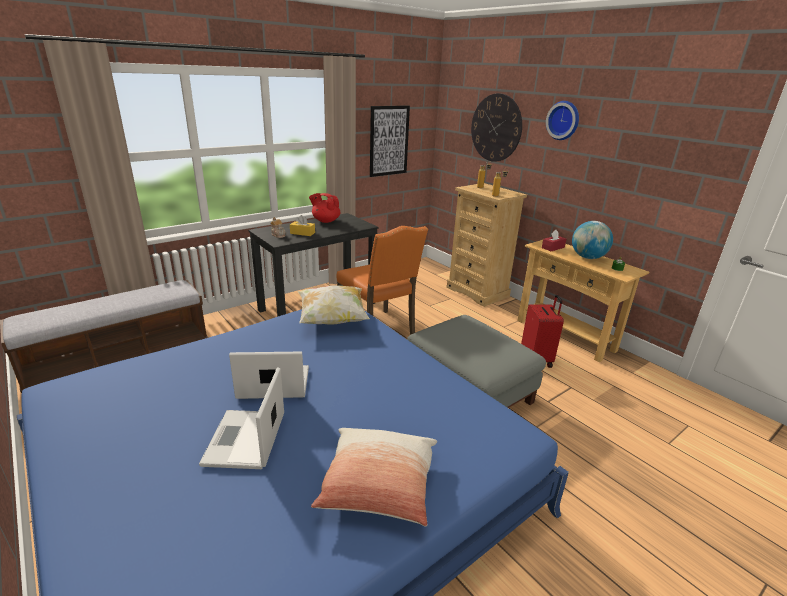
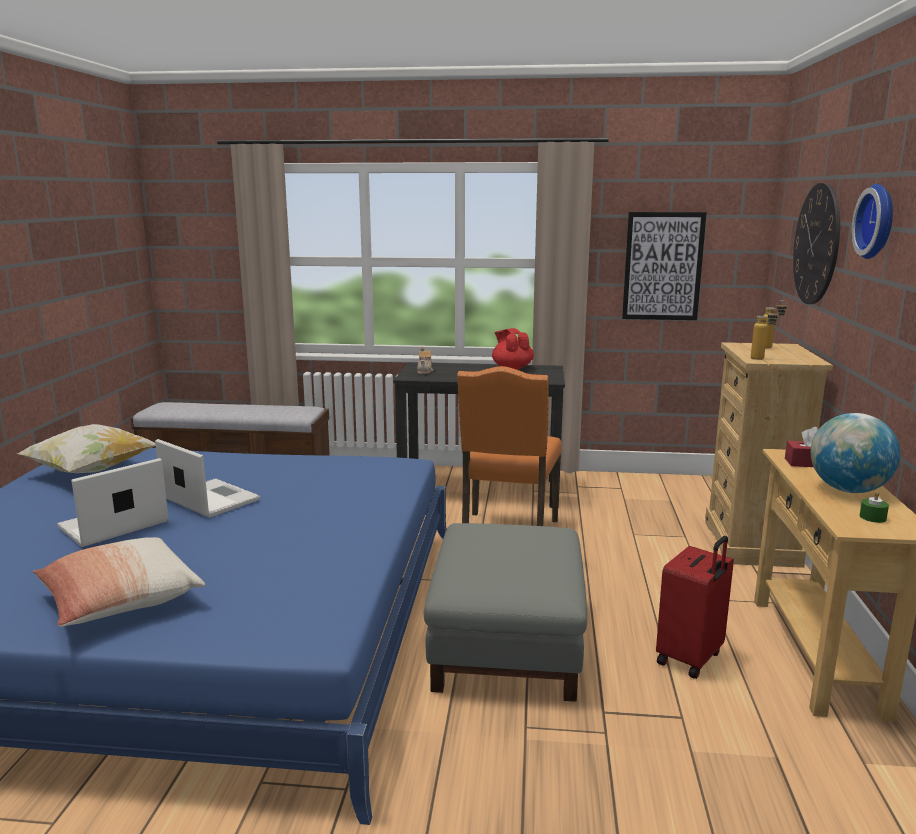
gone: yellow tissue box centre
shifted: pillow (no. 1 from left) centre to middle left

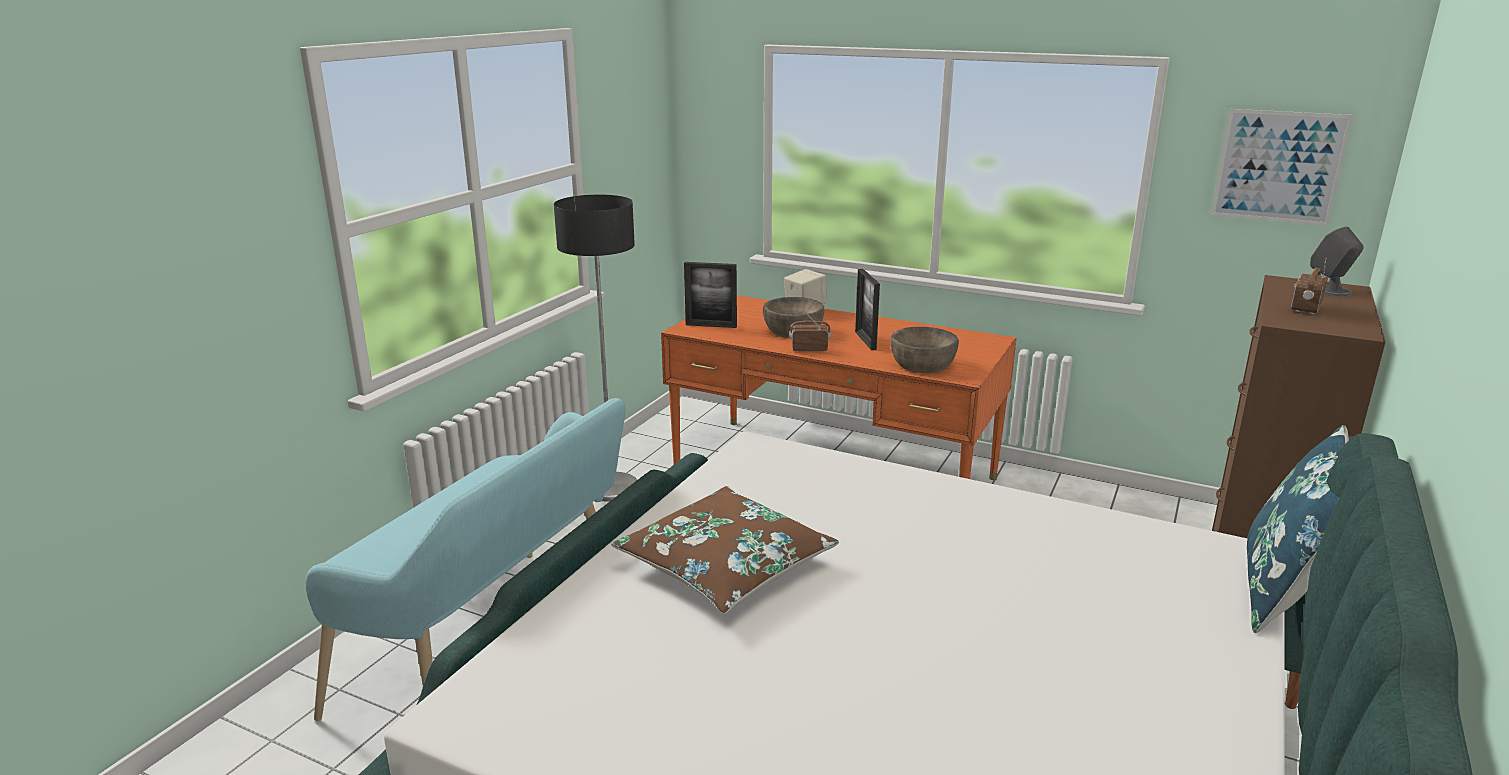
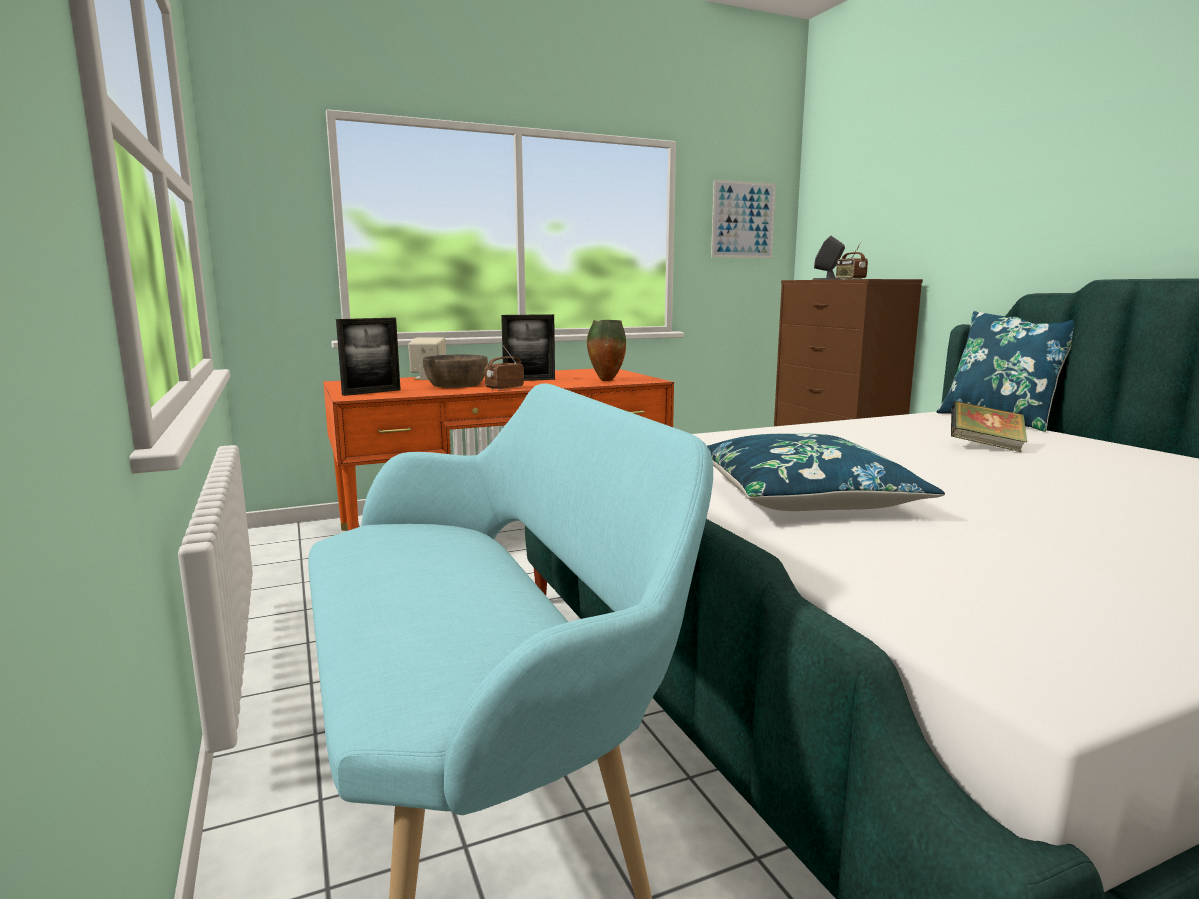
gone: floor lamp centre
new: book middle right
swapped: brown bowl (no. 2 from left) centre to vase centre
repainted: brown pillow bottom centre to blue pillow (no. 1 from left) middle right
rotated: picture frame (no. 2 from left) centre = centre 45 degrees counterclockwise

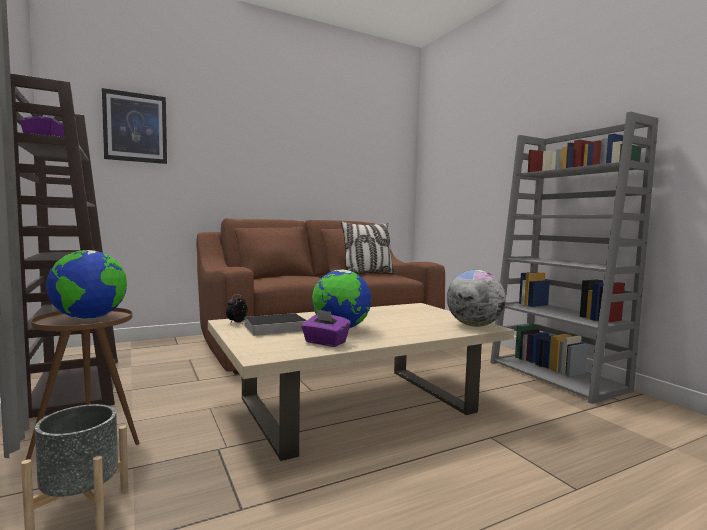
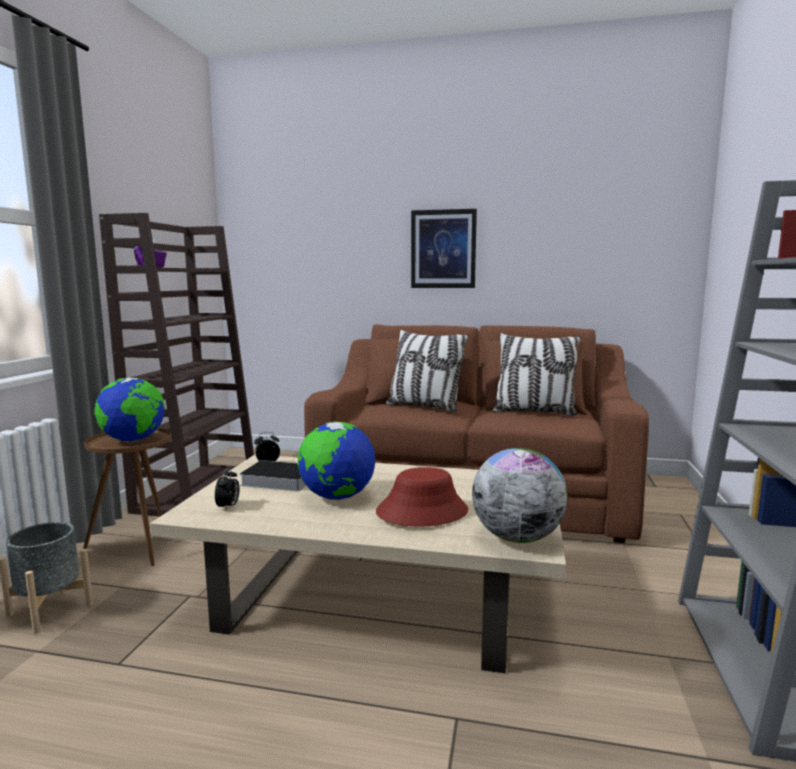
gone: purple tissue box (no. 2 from left) centre
new: pillow (no. 1 from left) centre; red hat centre; alarm clock (no. 1 from left) middle left
shifted: picture top left to top centre

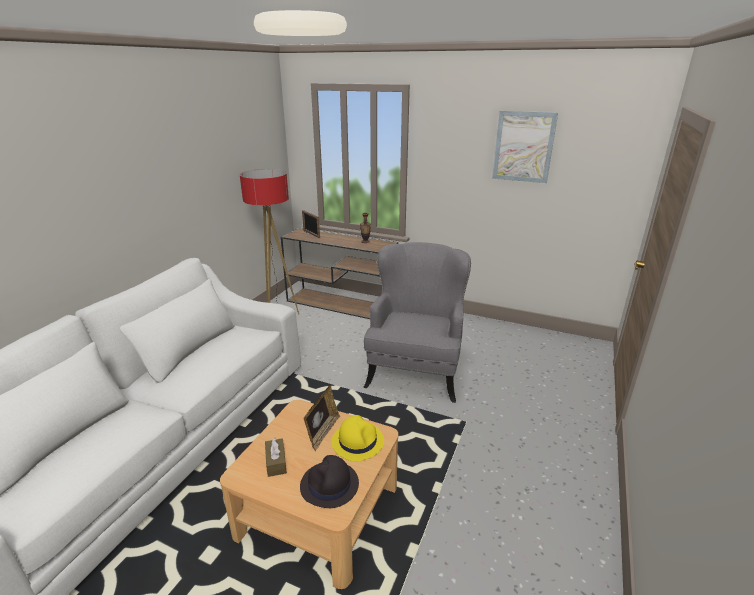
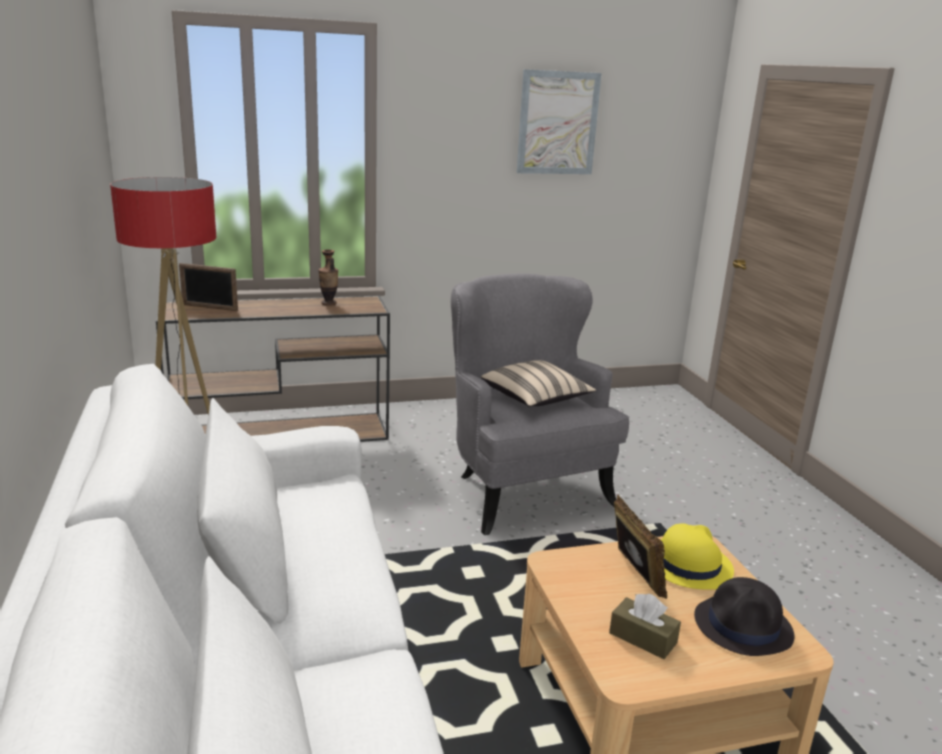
new: beige pillow centre

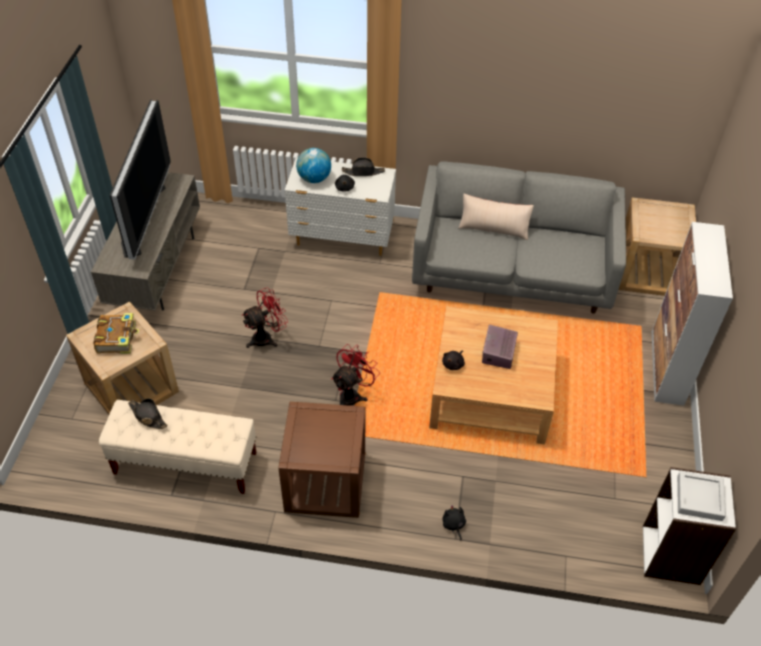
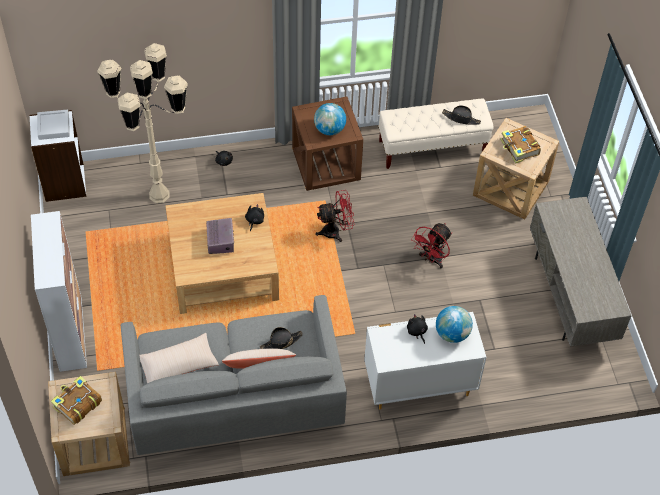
gone: television top left
new: beige floor lamp top left; globe (no. 1 from left) top centre; beige pillow (no. 1 from left) bottom left; book (no. 1 from left) bottom left
shifted: black hat (no. 2 from left in the first image) top centre to black hat (no. 1 from left) bottom centre
rotated: red fan (no. 2 from left in the first image) centre = centre 120 degrees counterclockwise

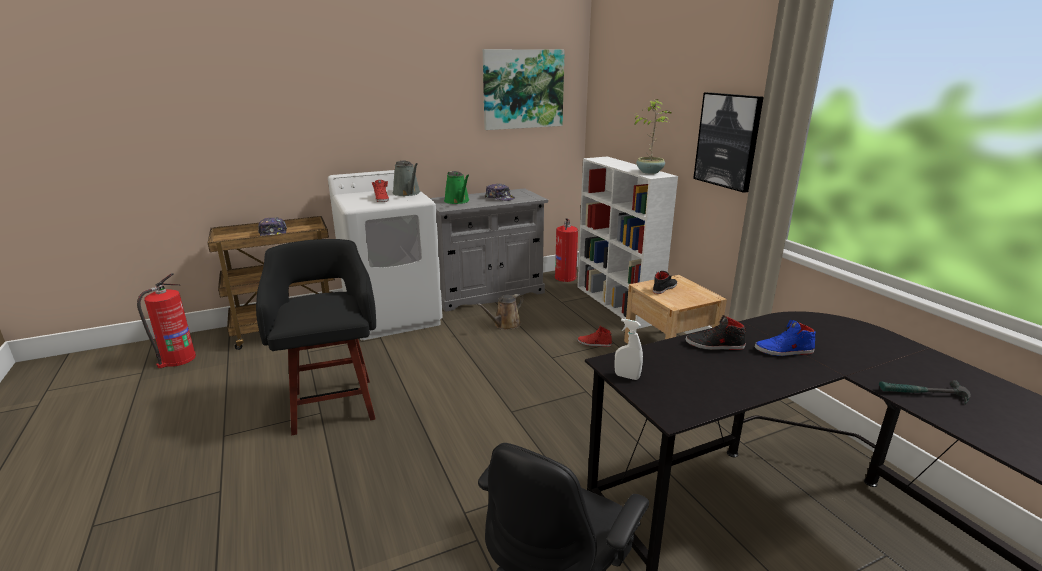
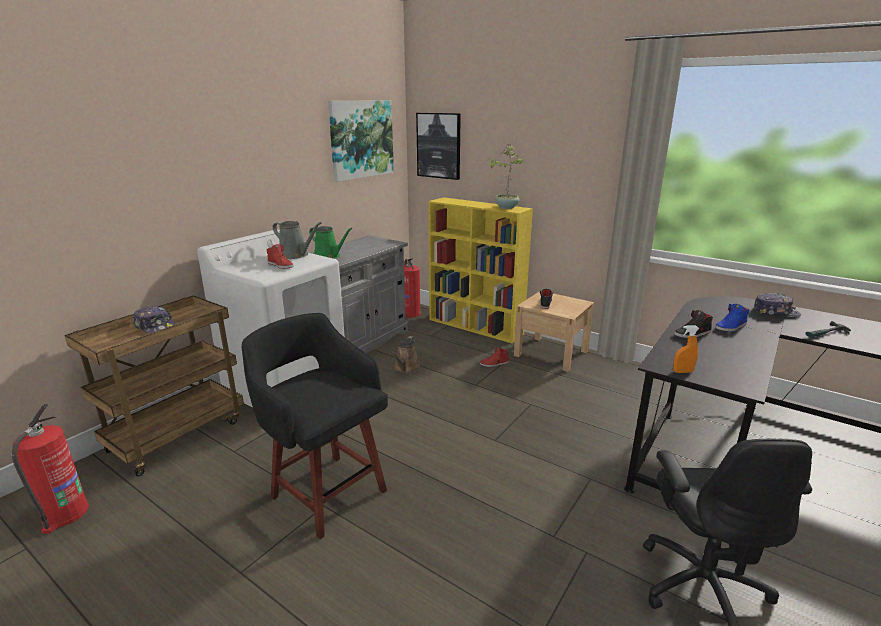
shifted: picture (no. 2 from left) top right to top centre; cap (no. 2 from left) centre to middle right
repainted: white bookcase centre to yellow bookcase centre; white spray bottle centre to orange spray bottle middle right

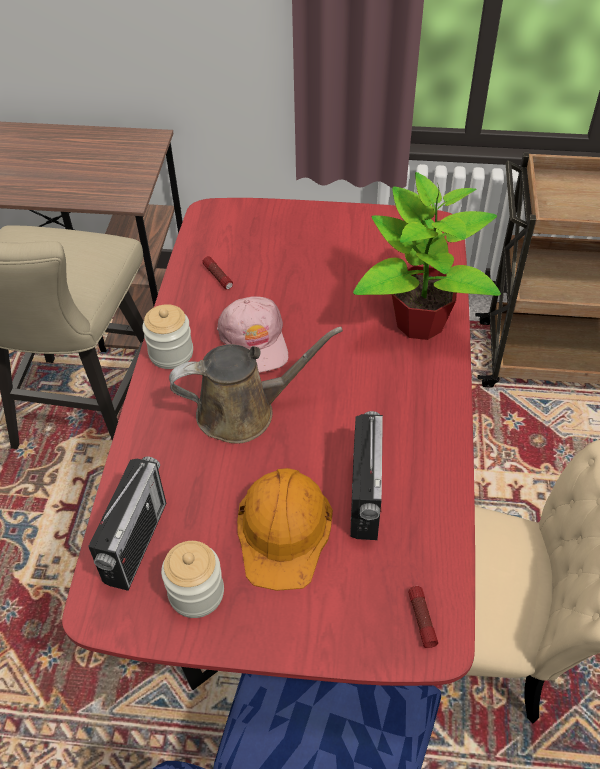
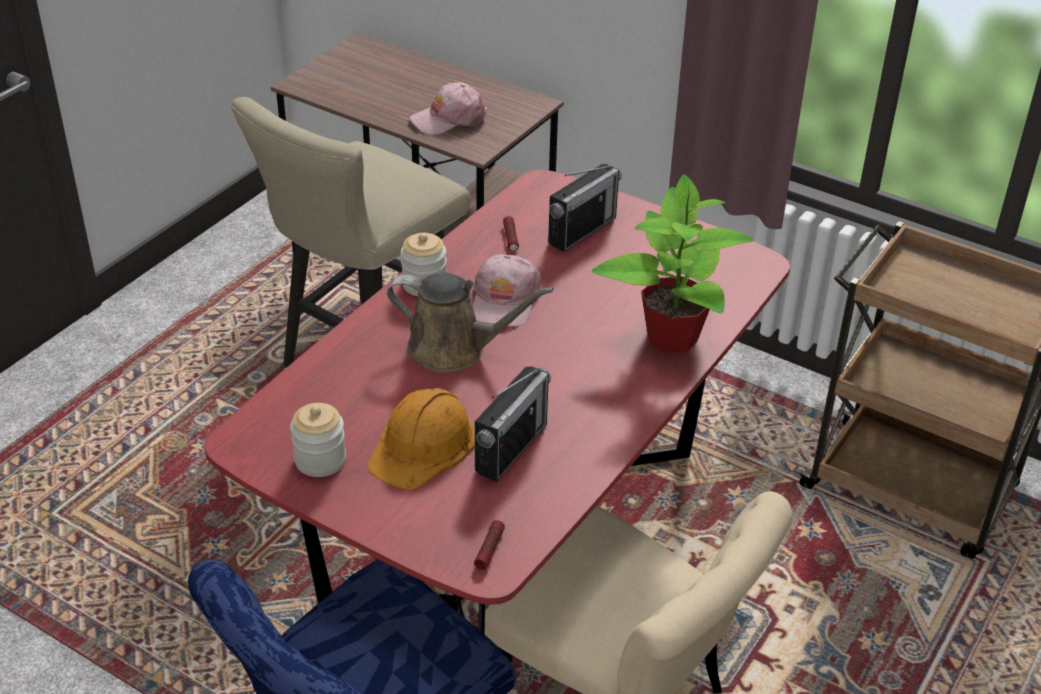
new: pink cap (no. 1 from left) top centre
shifted: radio (no. 1 from left in the first image) bottom left to radio (no. 2 from left) top centre

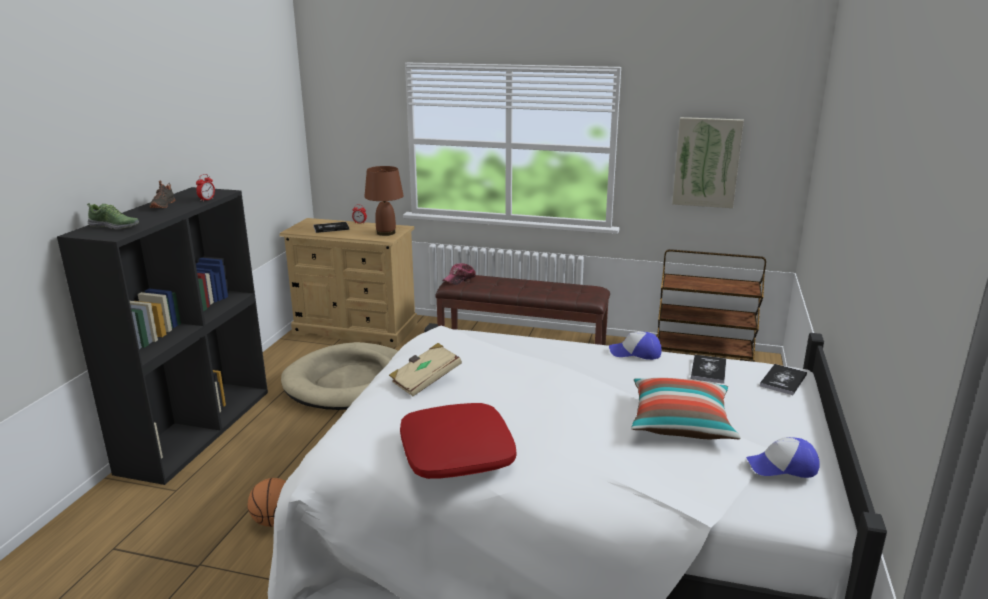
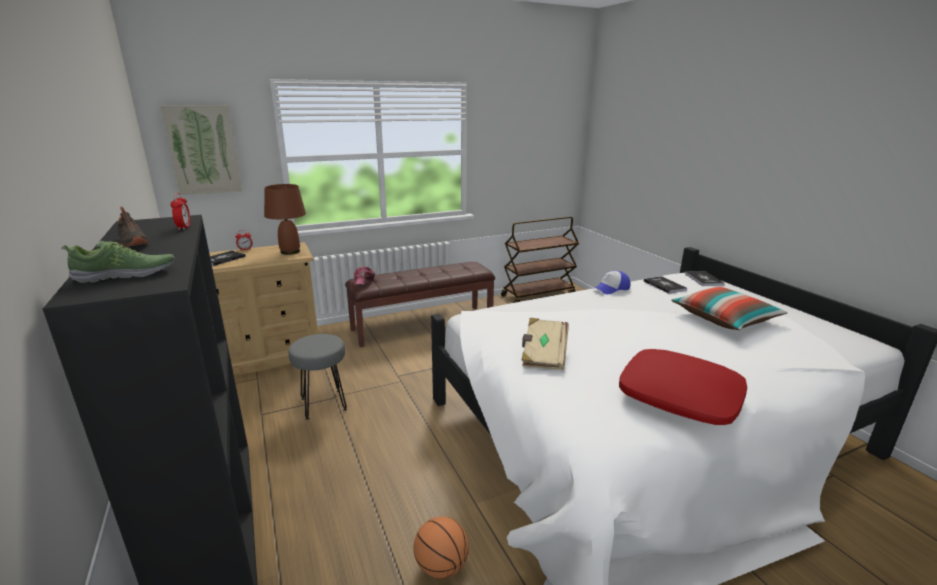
gone: cap (no. 3 from left) bottom right
shifted: picture top right to top left
swapped: beige dog bed centre to grey stool centre

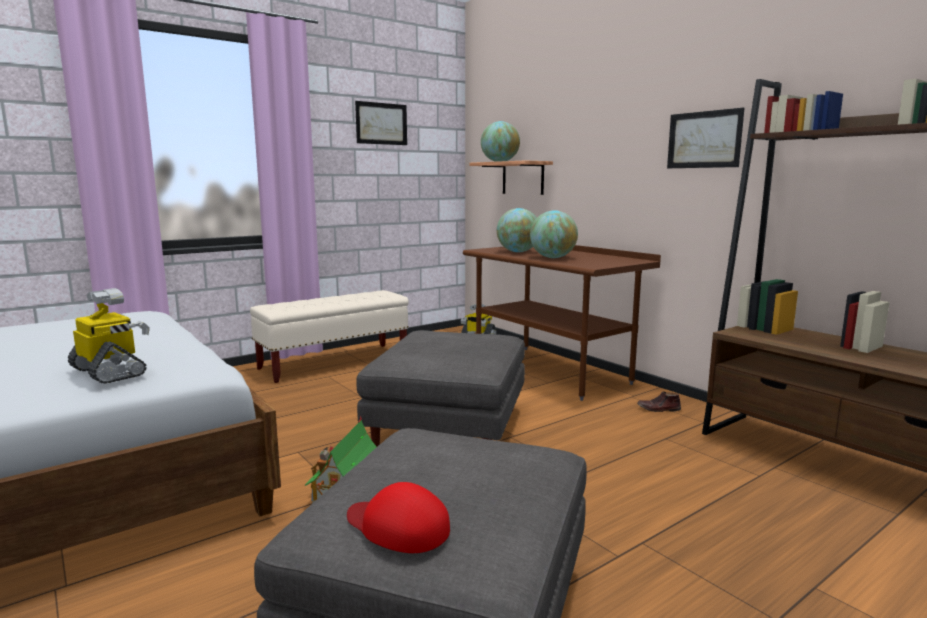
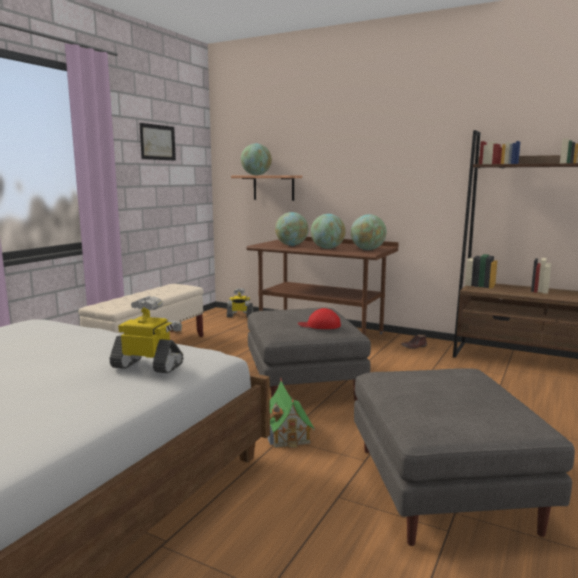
gone: picture (no. 2 from left) top right
new: globe (no. 4 from left) centre
shifted: red cap bottom centre to centre

